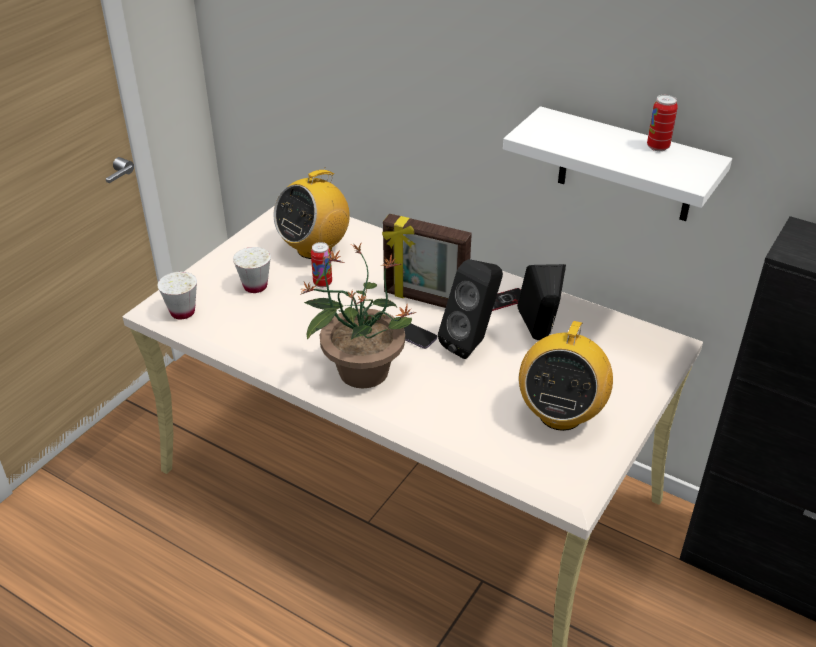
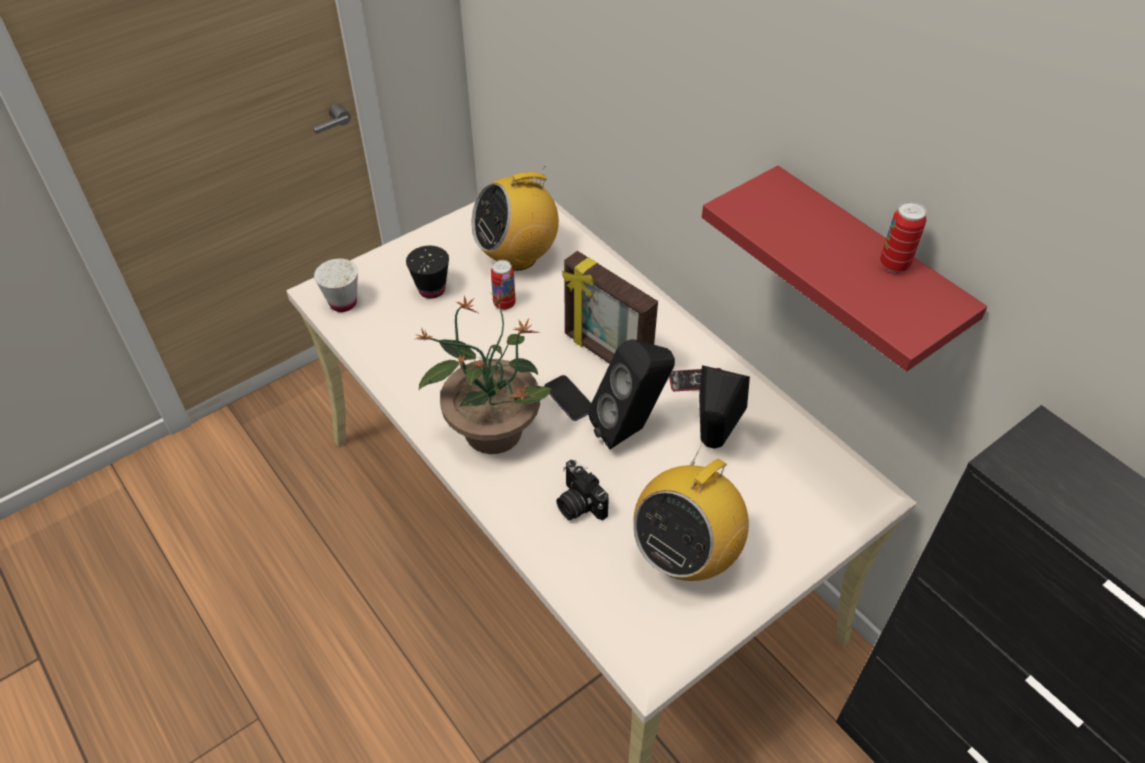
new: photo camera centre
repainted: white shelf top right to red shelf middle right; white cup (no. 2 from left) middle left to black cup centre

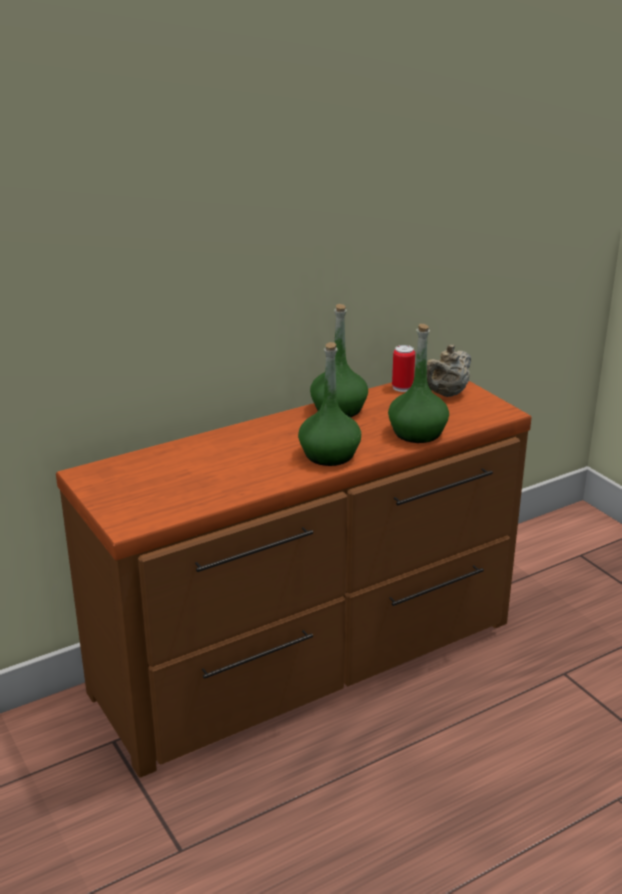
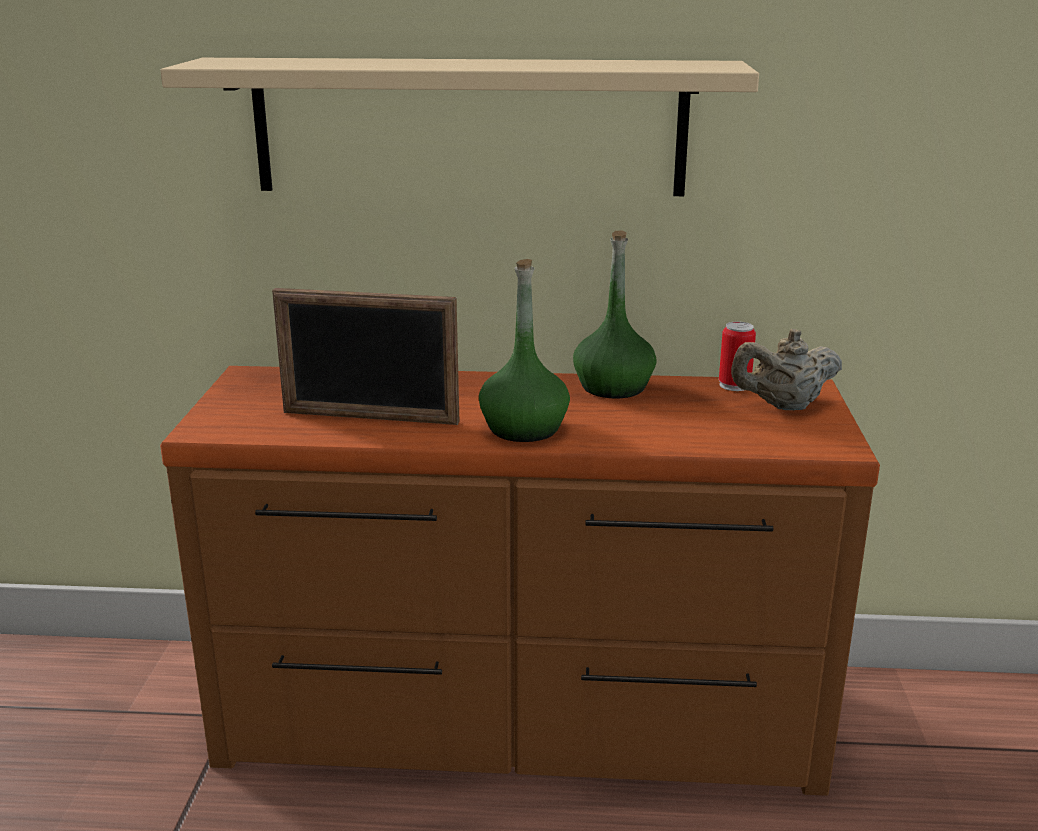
gone: green bottle (no. 3 from left) middle right
new: beige shelf top centre; picture frame centre

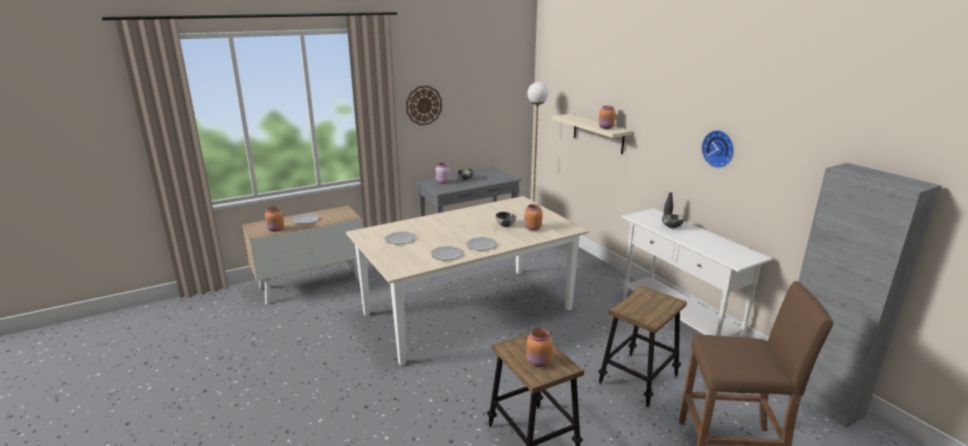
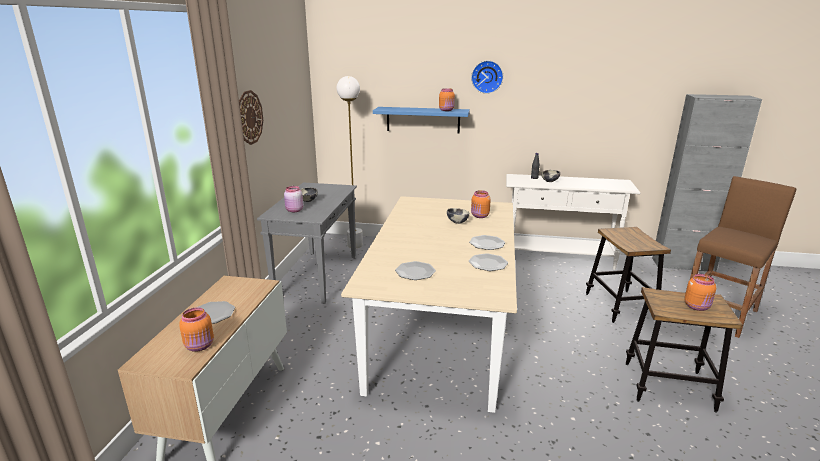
shifted: wall clock (no. 2 from left) middle right to top centre
repainted: beige shelf top centre to blue shelf top centre

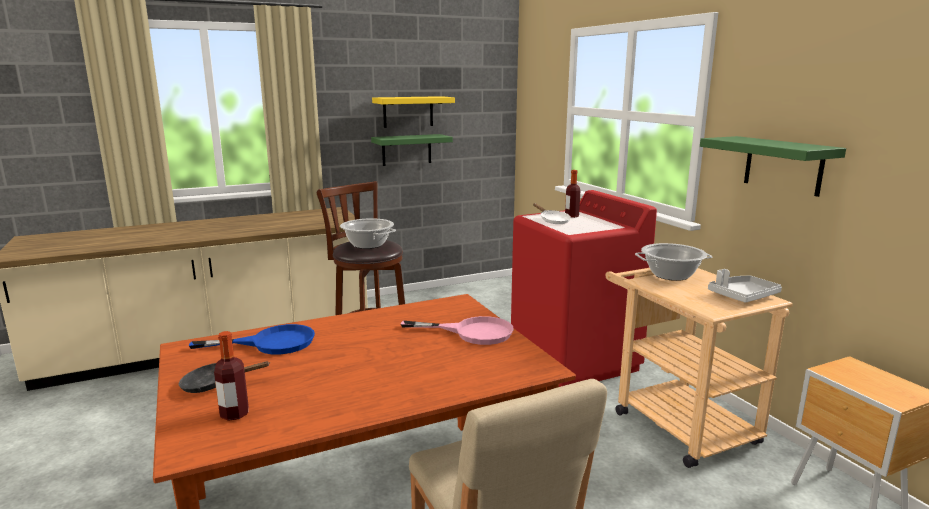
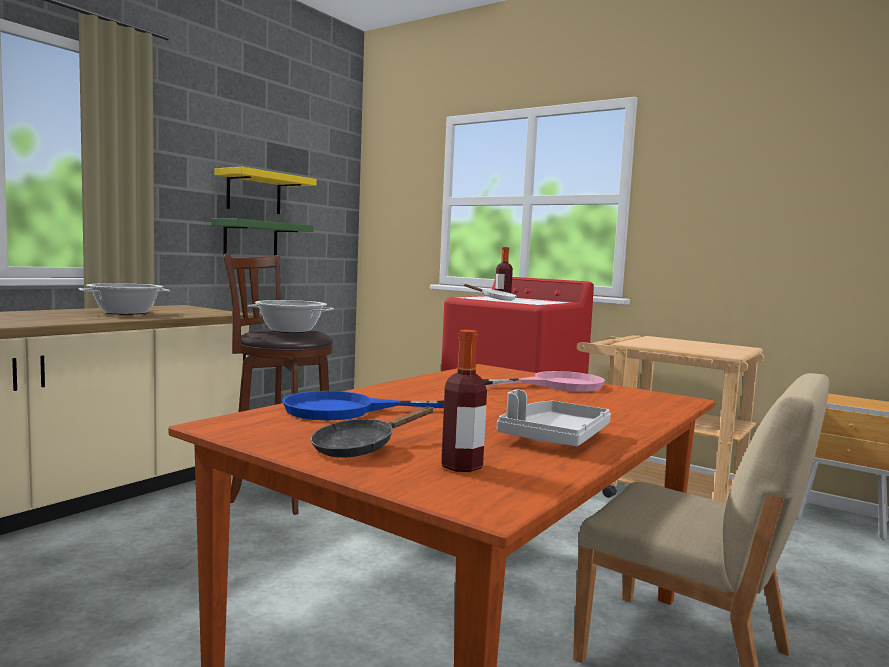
gone: green shelf (no. 2 from left) top right
shifted: cooking pot (no. 2 from left in the first image) middle right to cooking pot (no. 1 from left) middle left; grey tray middle right to centre
rotated: blue frying pan middle left = centre 150 degrees counterclockwise

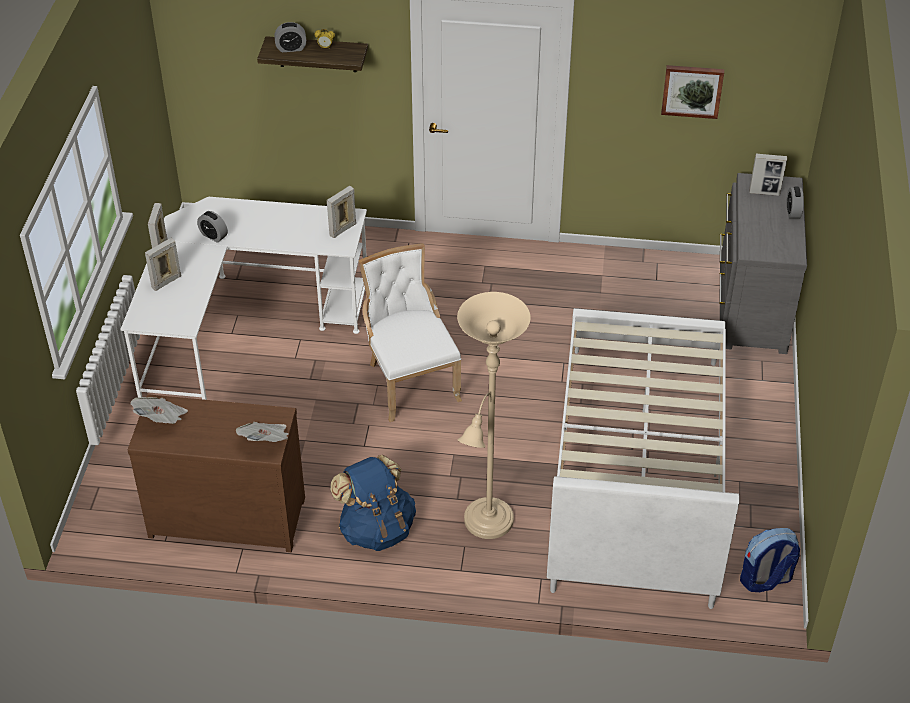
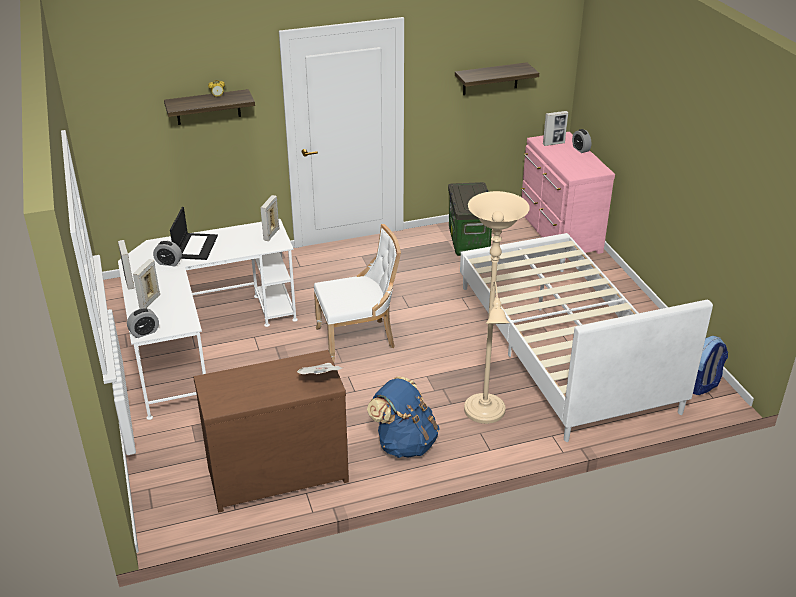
gone: newspaper (no. 1 from left) middle left
new: storage box centre; laptop middle left
shifted: alarm clock (no. 2 from left in the first image) top left to alarm clock (no. 1 from left) middle left
swapped: picture top right to shelf (no. 2 from left) top centre
repainted: grey dresser middle right to pink dresser top right
rotated: white chair centre = centre 120 degrees clockwise

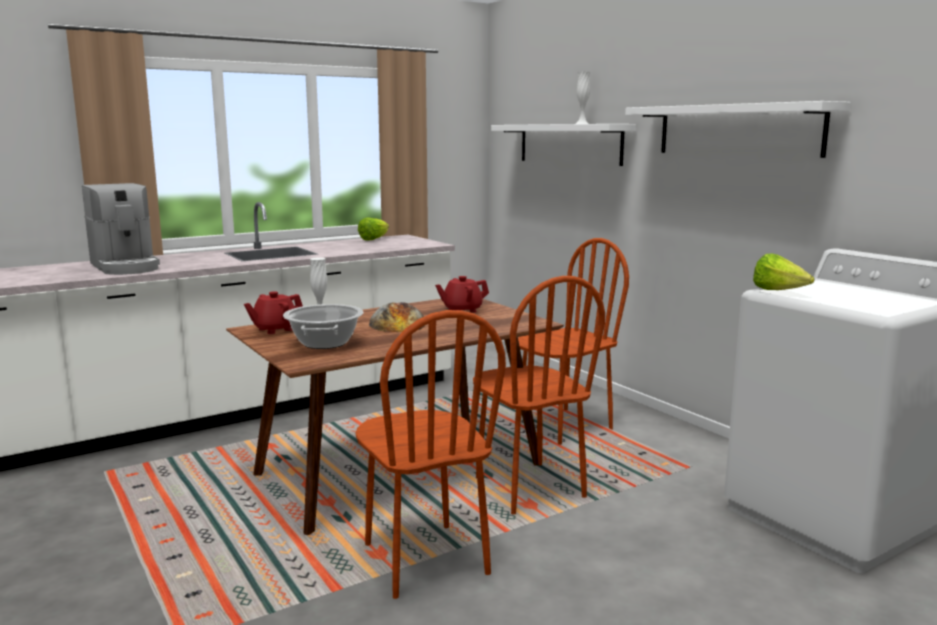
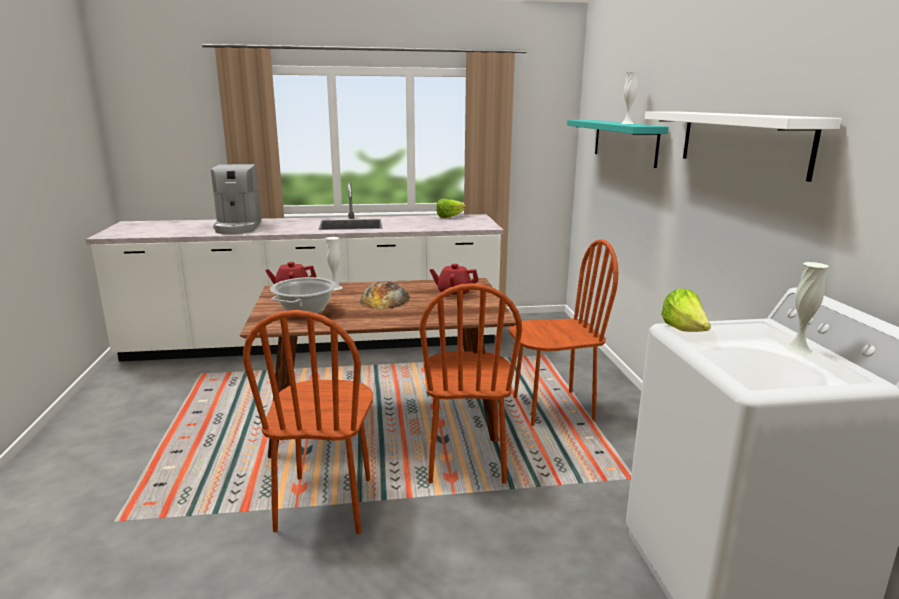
new: white vase (no. 3 from left) middle right
repainted: white shelf (no. 1 from left) top centre to turquoise shelf top right

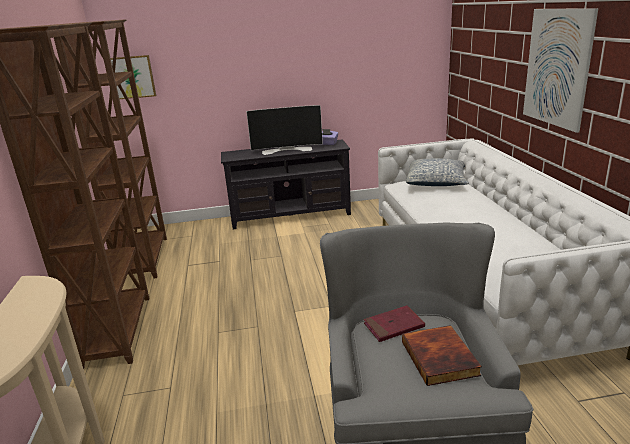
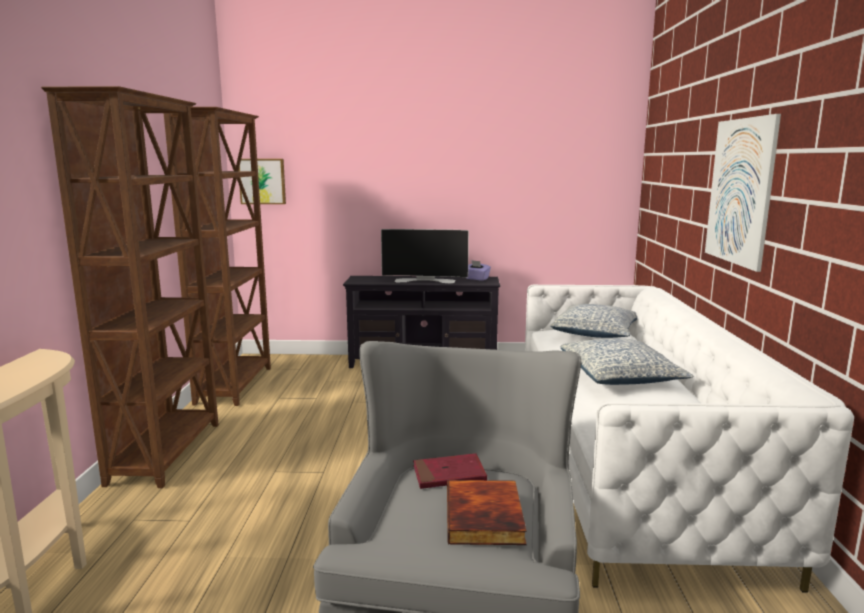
new: pillow (no. 2 from left) middle right

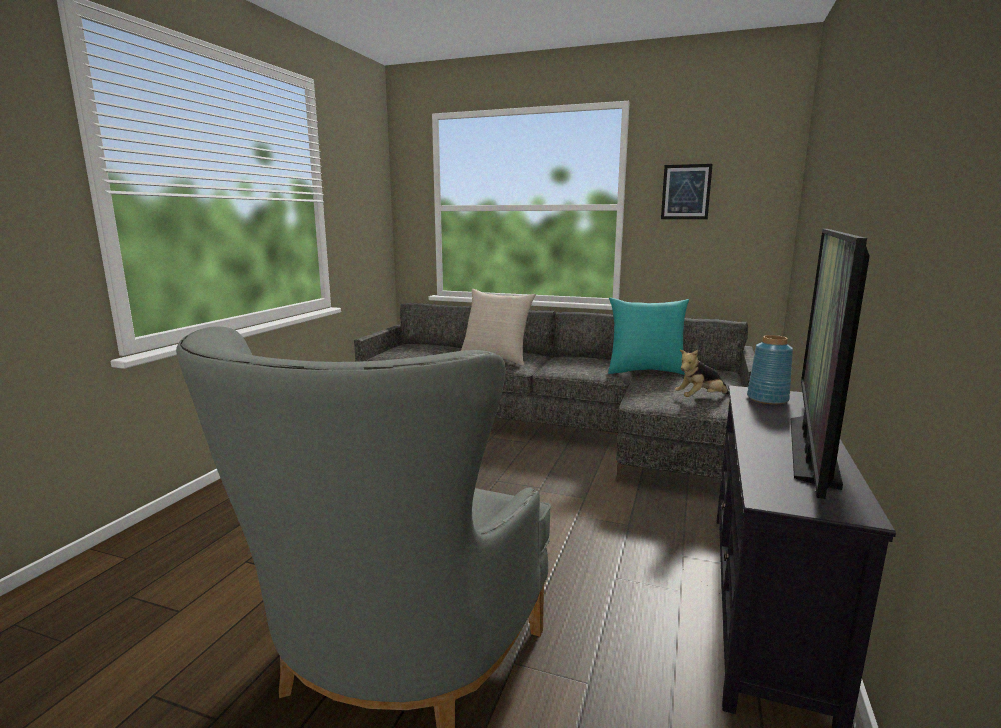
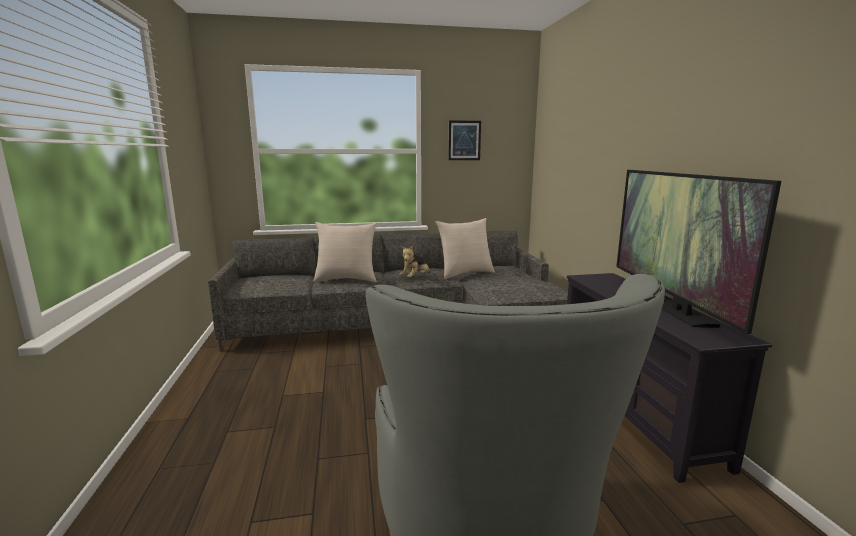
gone: blue vase middle right
shifted: plush toy middle right to centre
repainted: turquoise pillow centre to beige pillow (no. 2 from left) centre

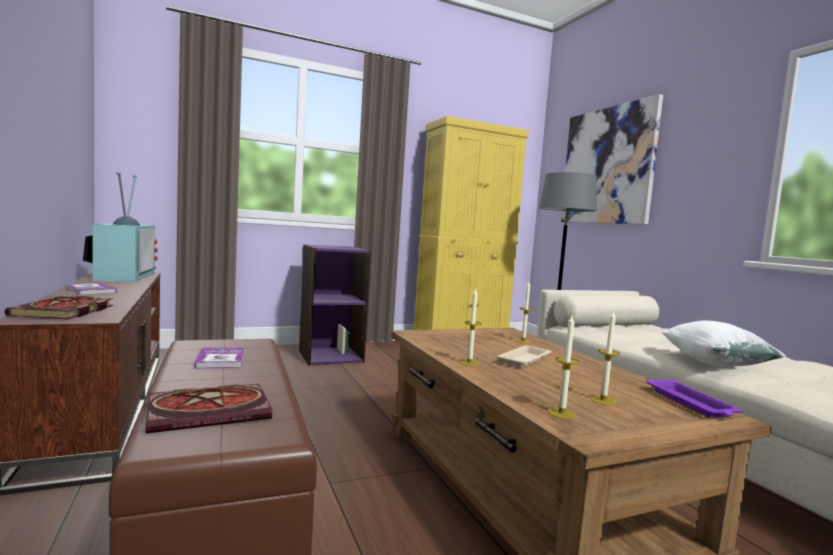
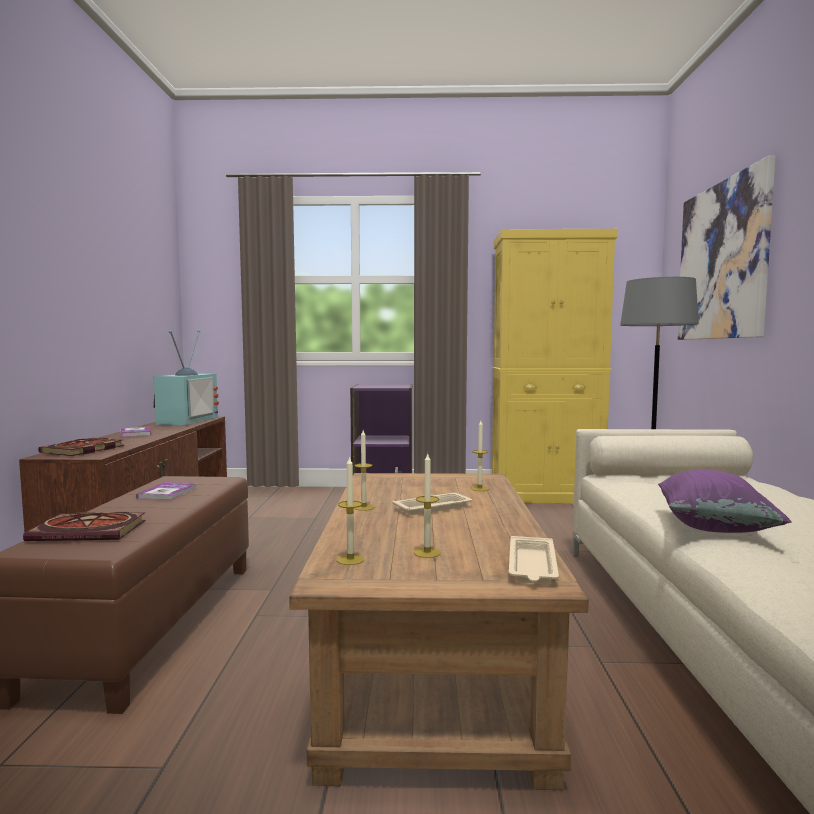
repainted: white pillow middle right to purple pillow middle right; purple tray bottom right to beige tray (no. 2 from left) bottom centre

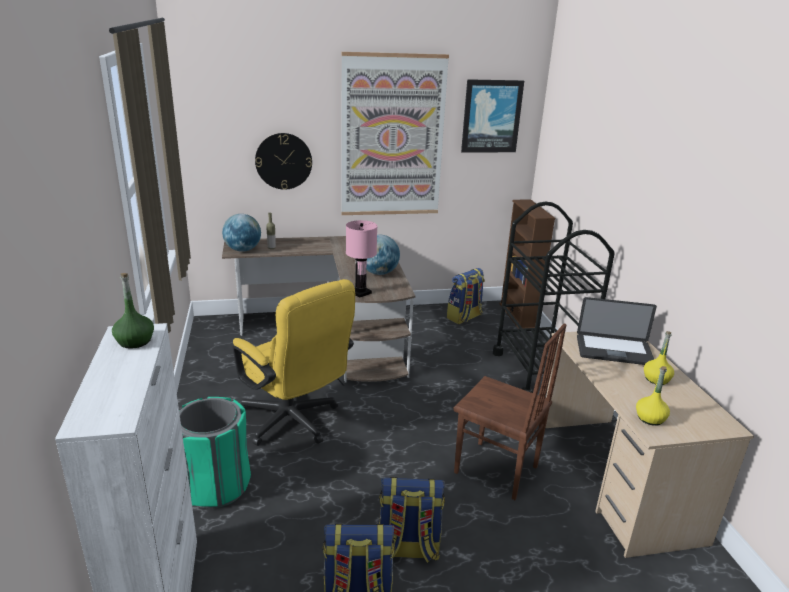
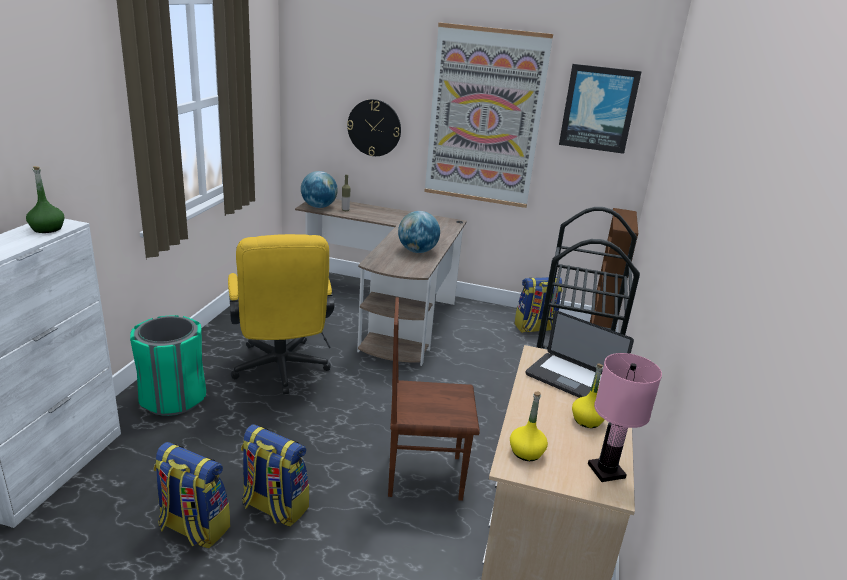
shifted: pink table lamp centre to bottom right
rotated: brown chair bottom centre = bottom centre 120 degrees clockwise

